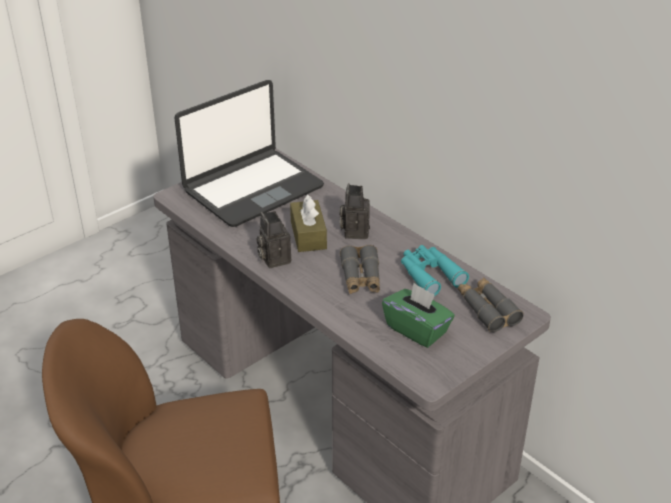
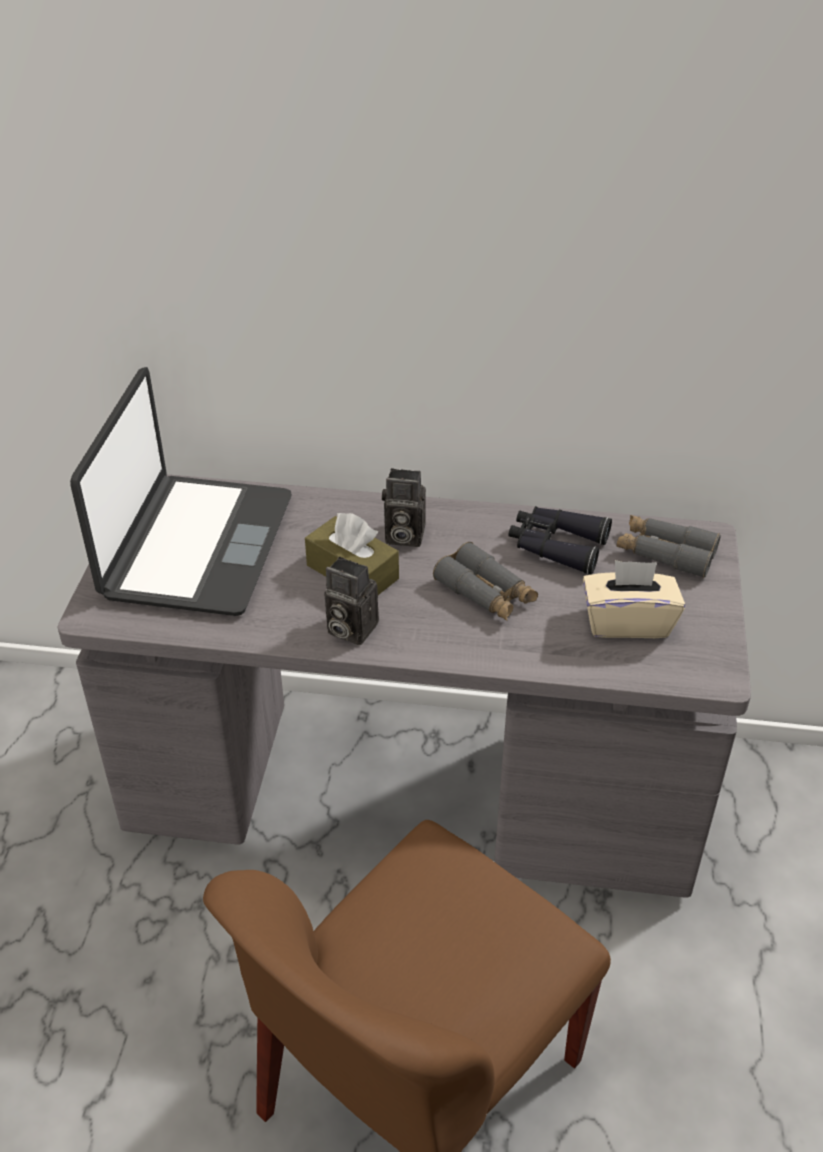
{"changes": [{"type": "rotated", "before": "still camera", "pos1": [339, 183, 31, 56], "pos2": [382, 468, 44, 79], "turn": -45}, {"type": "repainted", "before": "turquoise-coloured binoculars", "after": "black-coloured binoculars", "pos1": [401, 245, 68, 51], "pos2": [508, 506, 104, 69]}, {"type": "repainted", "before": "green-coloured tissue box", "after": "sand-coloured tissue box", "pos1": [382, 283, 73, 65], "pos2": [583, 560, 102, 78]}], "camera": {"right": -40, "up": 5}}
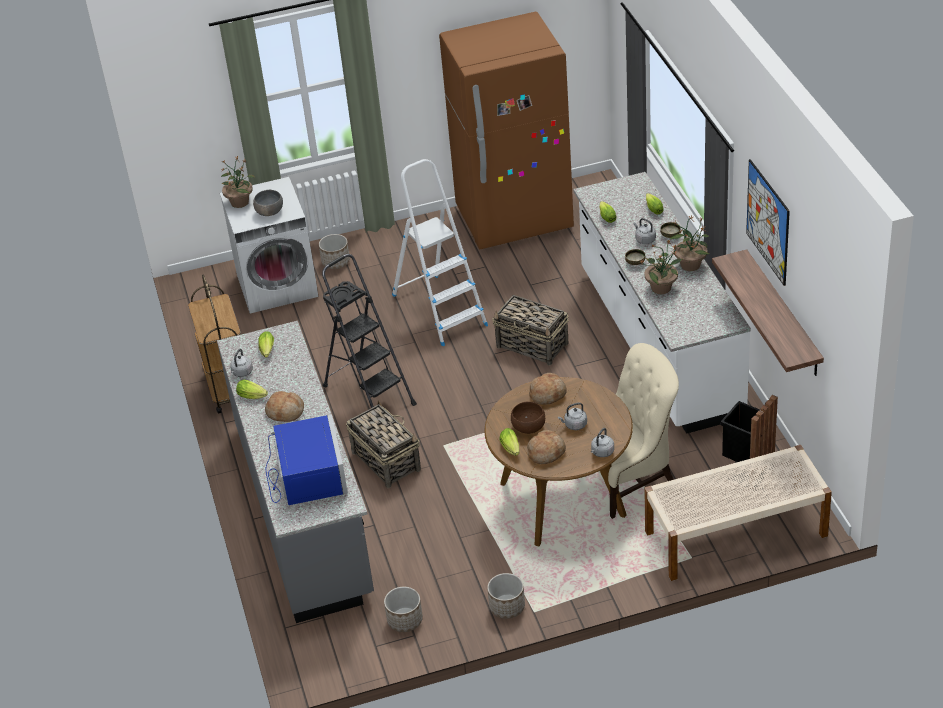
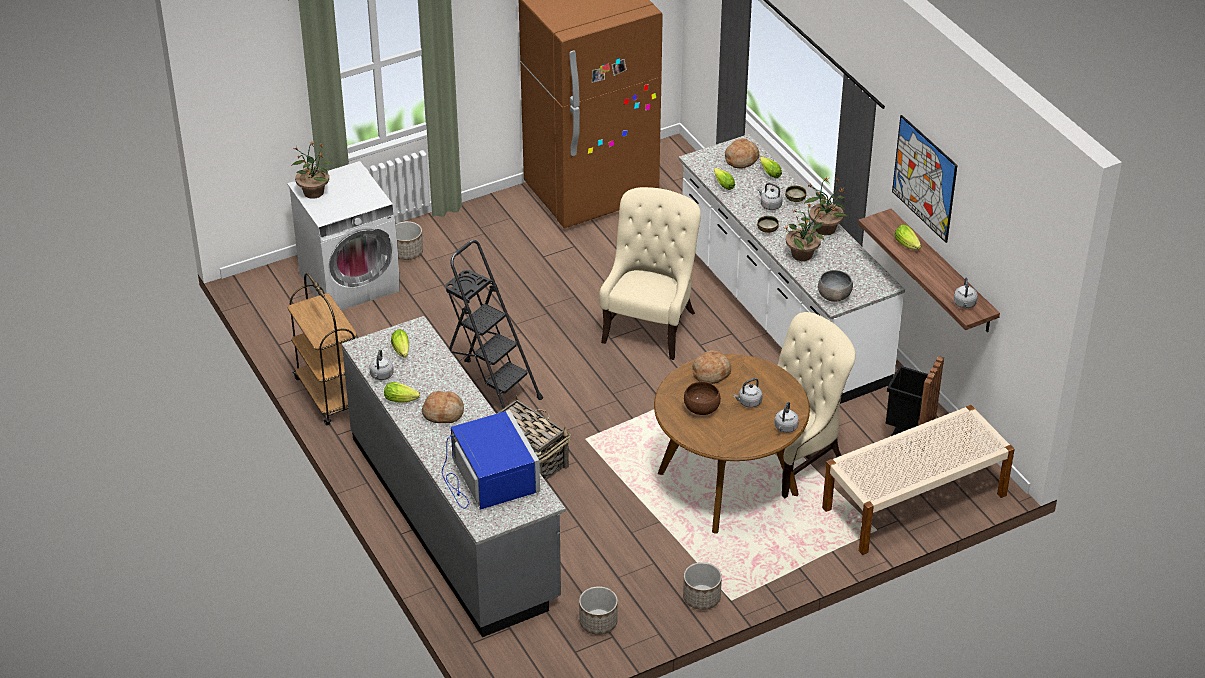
{"changes": [{"type": "gone", "before": "whitish step stool", "pos1": [392, 159, 96, 187]}, {"type": "shifted", "before": "greyish deep dish", "pos1": [253, 190, 30, 26], "pos2": [818, 270, 35, 32]}, {"type": "swapped", "before": "basket", "after": "sand-coloured upright chair", "pos1": [492, 295, 77, 71], "pos2": [599, 187, 102, 173]}, {"type": "shifted", "before": "head of lettuce", "pos1": [500, 428, 19, 28], "pos2": [895, 224, 26, 26]}, {"type": "shifted", "before": "bakery bread", "pos1": [527, 430, 39, 34], "pos2": [725, 139, 34, 29]}, {"type": "new", "after": "greyish kettle", "pos2": [953, 278, 25, 30]}], "camera": {"right": -15, "up": 0}}
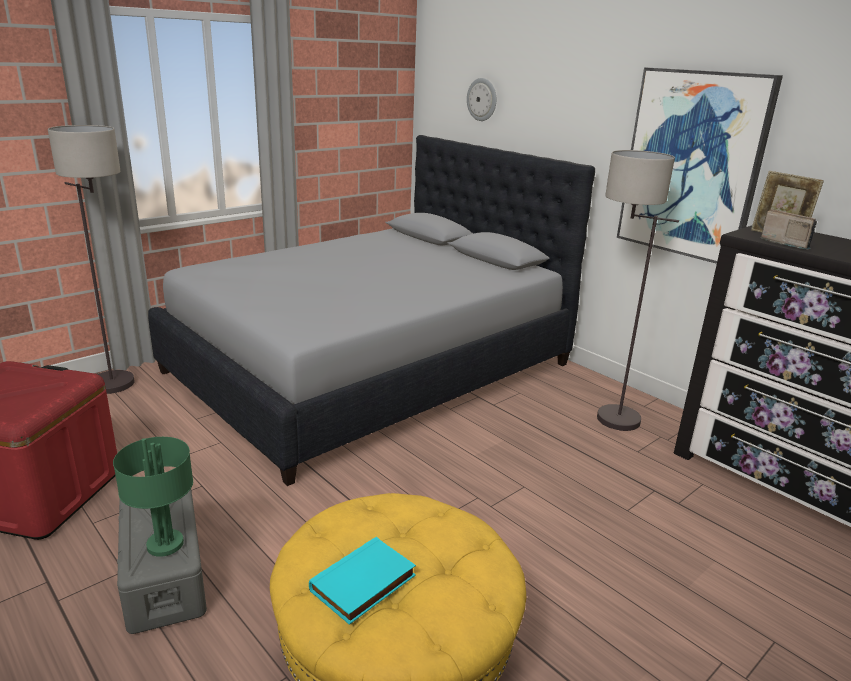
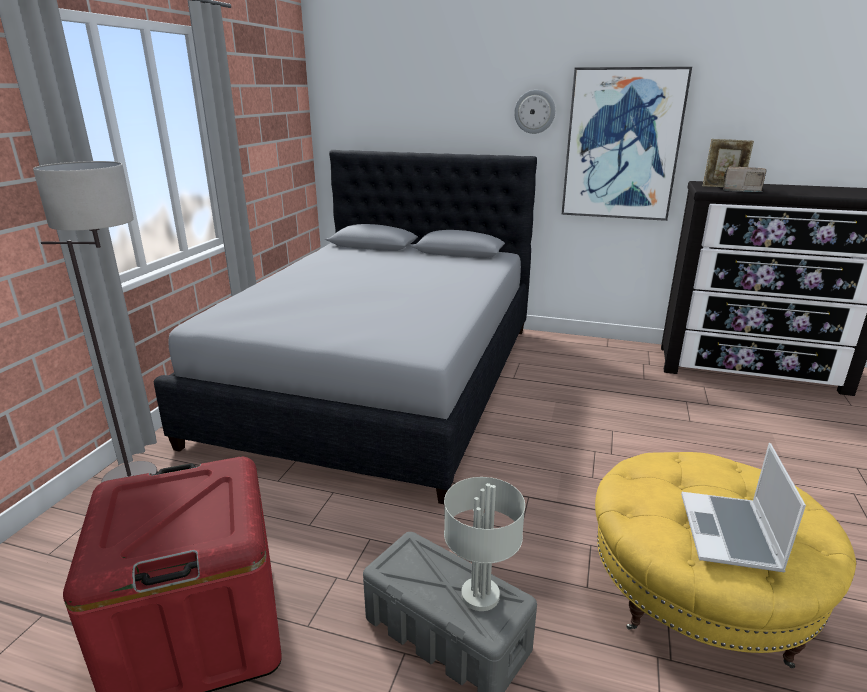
{"changes": [{"type": "shifted", "before": "wall clock", "pos1": [467, 78, 29, 43], "pos2": [514, 90, 41, 44]}, {"type": "gone", "before": "greyish standard lamp", "pos1": [597, 150, 82, 281]}, {"type": "repainted", "before": "green-coloured tabletop lamp", "after": "greyish tabletop lamp", "pos1": [113, 437, 80, 120], "pos2": [444, 477, 81, 134]}, {"type": "swapped", "before": "turquoise-coloured volume", "after": "notebook computer", "pos1": [309, 537, 107, 88], "pos2": [681, 443, 125, 129]}], "camera": {"right": -30, "up": 0}}
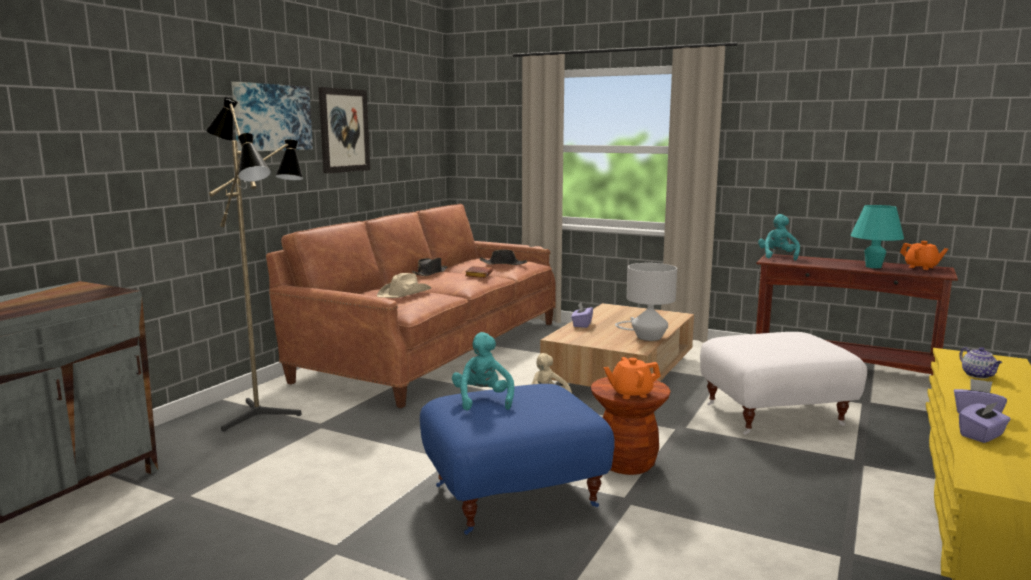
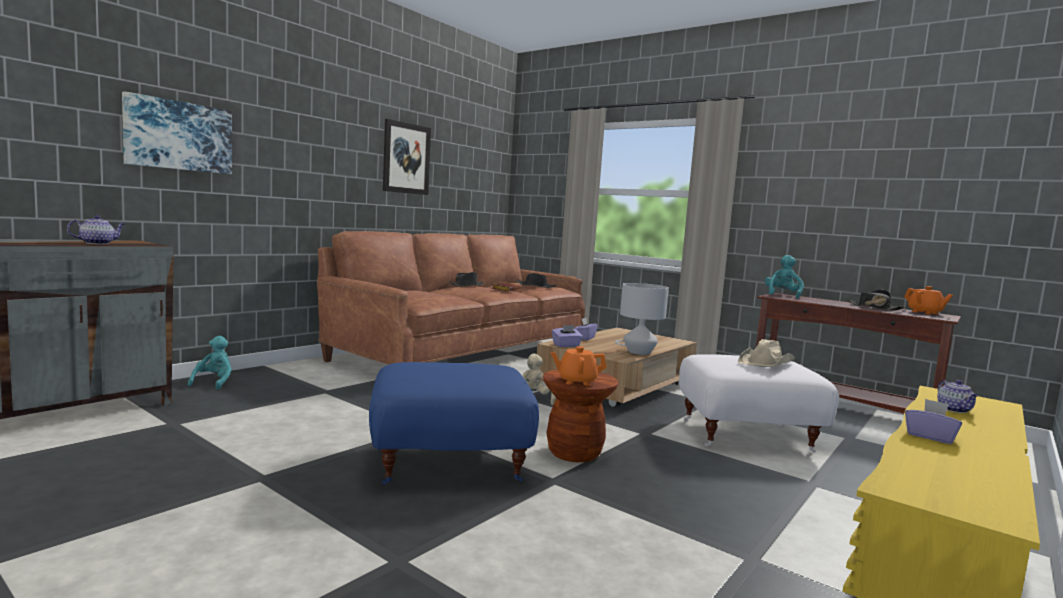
{"changes": [{"type": "shifted", "before": "picture", "pos1": [231, 82, 82, 69], "pos2": [122, 91, 110, 83]}, {"type": "gone", "before": "standard lamp", "pos1": [206, 97, 97, 335]}, {"type": "swapped", "before": "turquoise-coloured tabletop lamp", "after": "black-coloured hat", "pos1": [850, 205, 54, 63], "pos2": [847, 290, 58, 21]}, {"type": "shifted", "before": "sand-coloured hat", "pos1": [377, 273, 54, 25], "pos2": [738, 339, 57, 28]}, {"type": "shifted", "before": "turquoise-coloured cuddly toy", "pos1": [452, 332, 62, 79], "pos2": [188, 336, 44, 53]}, {"type": "shifted", "before": "purple-coloured tissue box", "pos1": [959, 402, 52, 41], "pos2": [552, 325, 31, 22]}, {"type": "new", "after": "tea pot", "pos2": [67, 215, 57, 29]}], "camera": {"right": 10, "up": -5}}
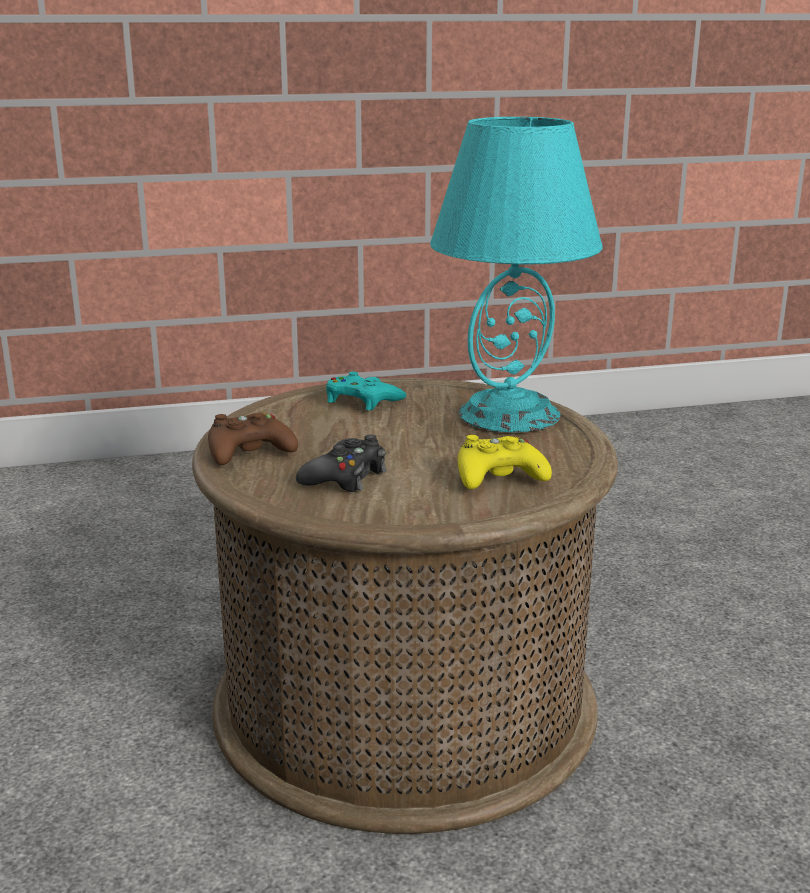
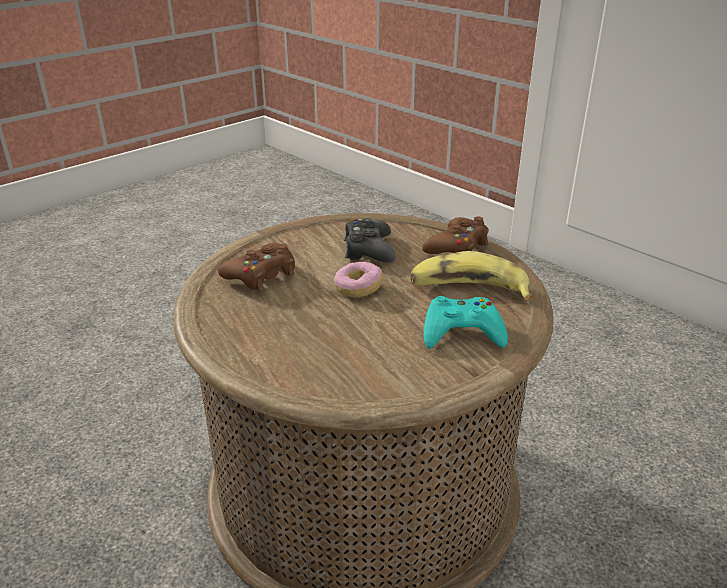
{"changes": [{"type": "gone", "before": "turquoise-coloured tabletop lamp", "pos1": [430, 117, 172, 315]}, {"type": "repainted", "before": "yellow-coloured gamepad", "after": "brown-coloured gamepad", "pos1": [458, 435, 94, 54], "pos2": [218, 243, 77, 47]}, {"type": "new", "after": "whole banana", "pos2": [410, 251, 122, 49]}, {"type": "new", "after": "donut", "pos2": [334, 262, 49, 35]}], "camera": {"right": 150, "up": 10}}
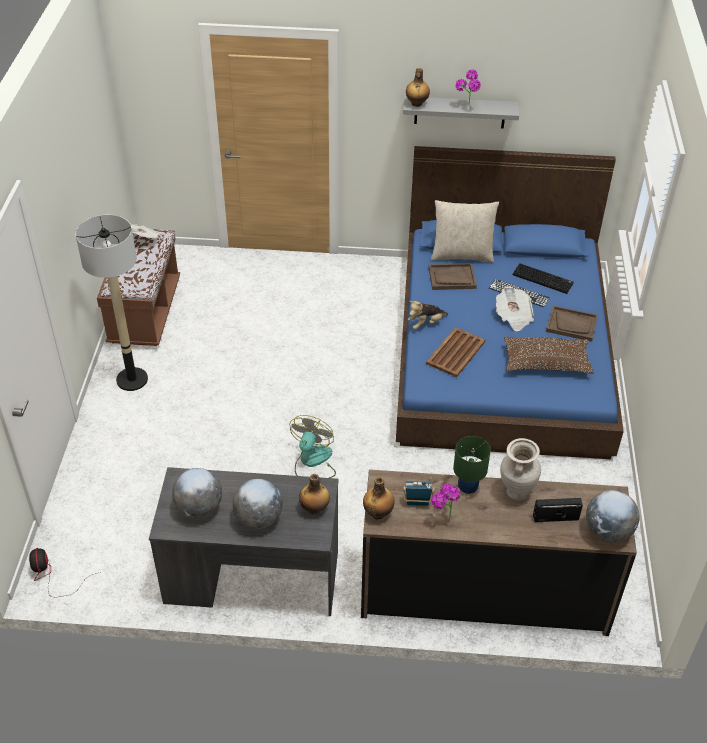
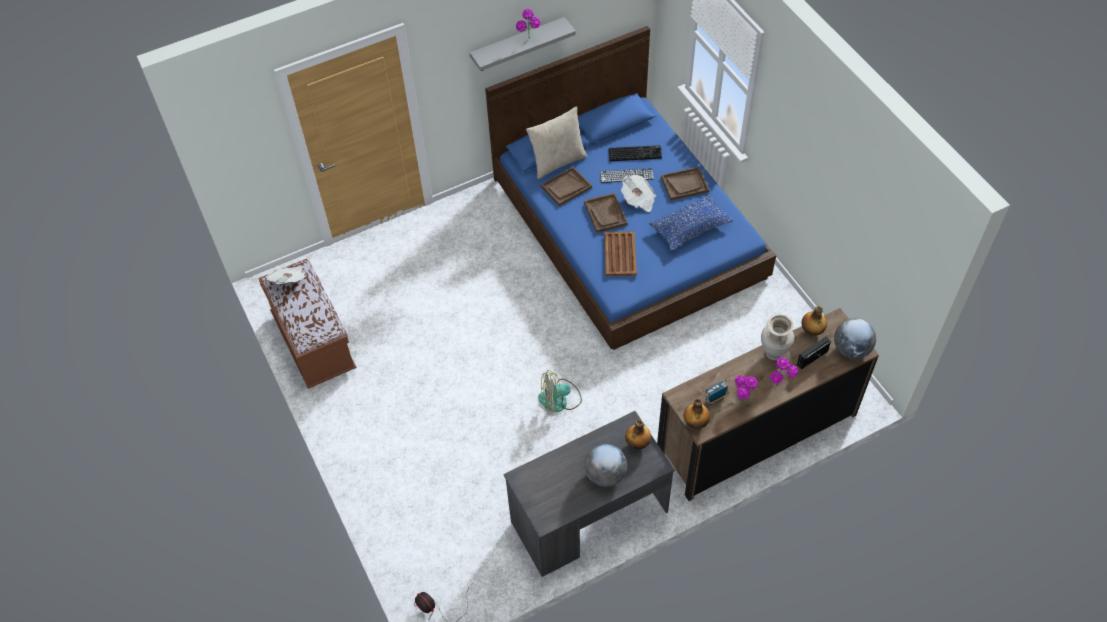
{"changes": [{"type": "shifted", "before": "bottle", "pos1": [406, 68, 24, 39], "pos2": [802, 306, 25, 30]}, {"type": "gone", "before": "standard lamp", "pos1": [76, 215, 72, 176]}, {"type": "gone", "before": "cuddly toy", "pos1": [408, 301, 40, 28]}, {"type": "repainted", "before": "brown-coloured cushion", "after": "blue cushion", "pos1": [504, 336, 90, 38], "pos2": [649, 194, 84, 57]}, {"type": "rotated", "before": "fan", "pos1": [289, 415, 47, 63], "pos2": [538, 370, 44, 42], "turn": -90}, {"type": "gone", "before": "green-coloured tabletop lamp", "pos1": [453, 436, 38, 58]}, {"type": "gone", "before": "globe", "pos1": [172, 468, 50, 50]}, {"type": "new", "after": "brown-coloured carrying tray", "pos2": [584, 193, 44, 40]}, {"type": "new", "after": "potted plant", "pos2": [770, 358, 28, 26]}], "camera": {"right": -30, "up": 10}}
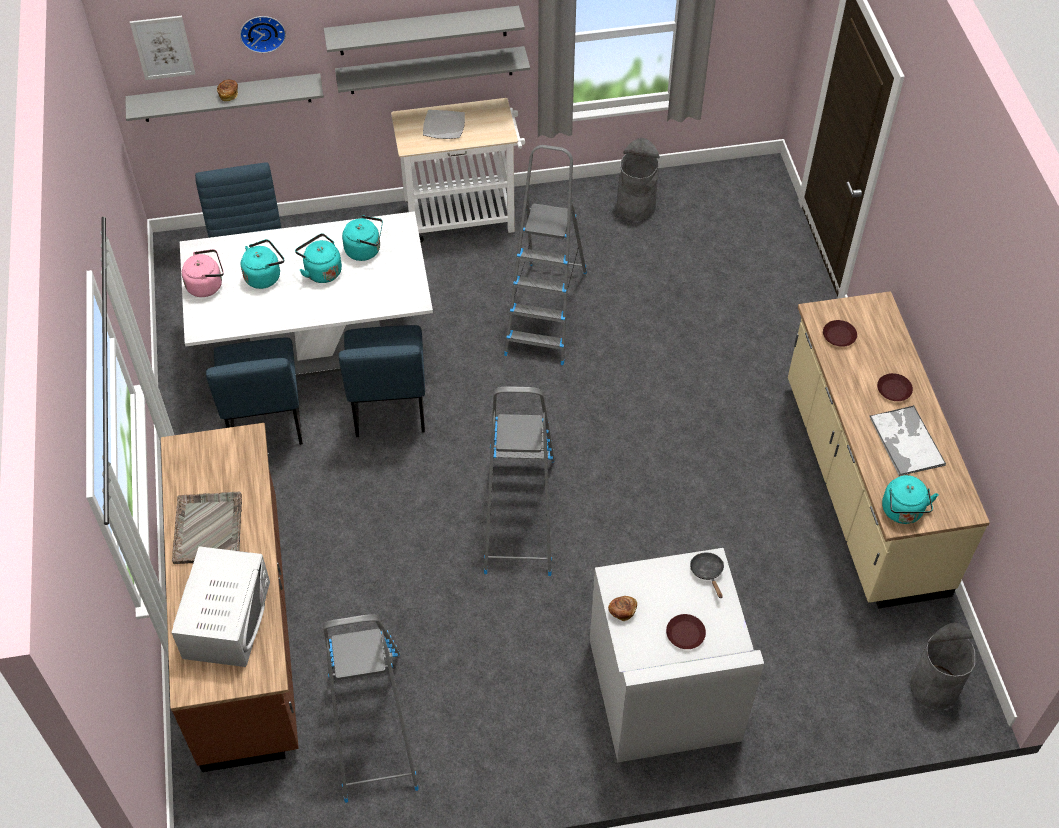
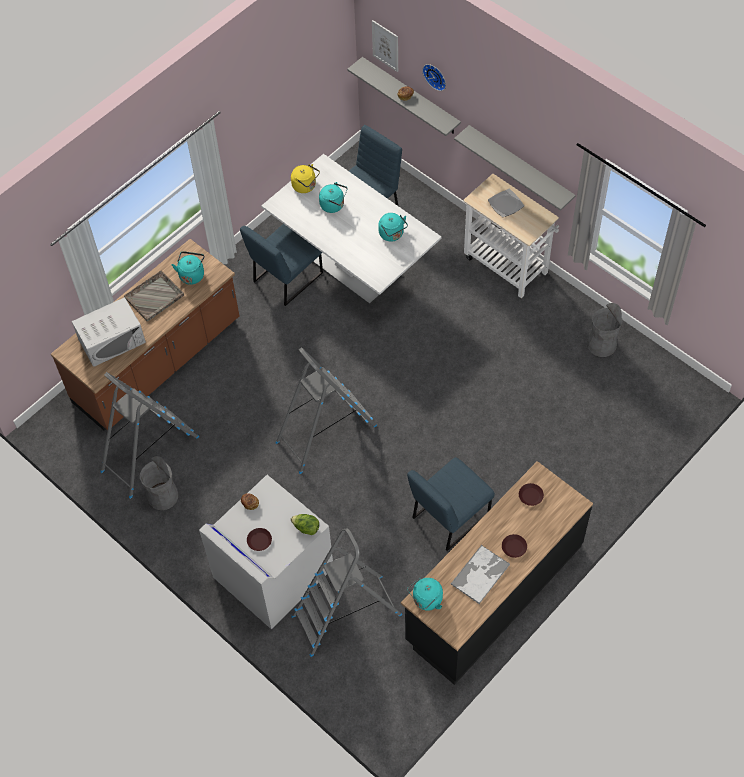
{"changes": [{"type": "gone", "before": "greyish bracket shelf", "pos1": [324, 6, 201, 49]}, {"type": "shifted", "before": "greyish step stool", "pos1": [504, 145, 83, 220], "pos2": [291, 528, 111, 129]}, {"type": "shifted", "before": "turquoise-coloured kettle", "pos1": [295, 233, 47, 50], "pos2": [172, 251, 33, 34]}, {"type": "repainted", "before": "pink kettle", "after": "yellow-coloured kettle", "pos1": [182, 249, 42, 48], "pos2": [291, 164, 29, 29]}, {"type": "repainted", "before": "sand-coloured kitchen base unit", "after": "black-coloured kitchen base unit", "pos1": [788, 291, 202, 318], "pos2": [401, 461, 192, 224]}, {"type": "shifted", "before": "blue upright chair", "pos1": [339, 325, 86, 112], "pos2": [407, 457, 88, 94]}, {"type": "swapped", "before": "black-coloured frying pan", "after": "head of lettuce", "pos1": [690, 552, 34, 46], "pos2": [291, 514, 28, 21]}, {"type": "shifted", "before": "greyish rubbish bin", "pos1": [910, 623, 65, 87], "pos2": [140, 456, 38, 54]}], "camera": {"right": 55, "up": 5}}
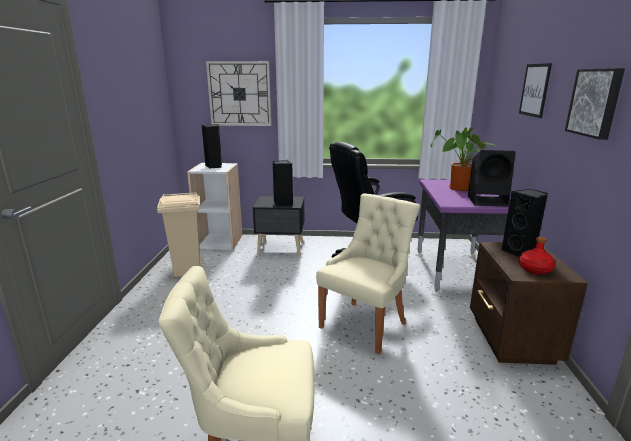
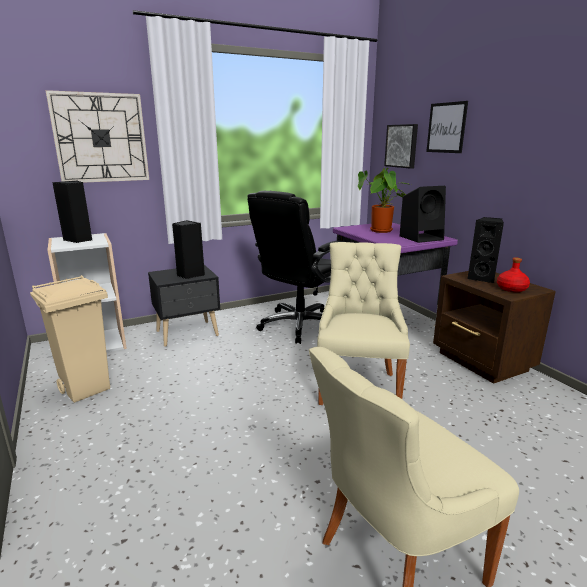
{"changes": [{"type": "shifted", "before": "picture", "pos1": [565, 68, 60, 72], "pos2": [384, 124, 34, 45]}], "camera": {"right": -30, "up": 0}}
